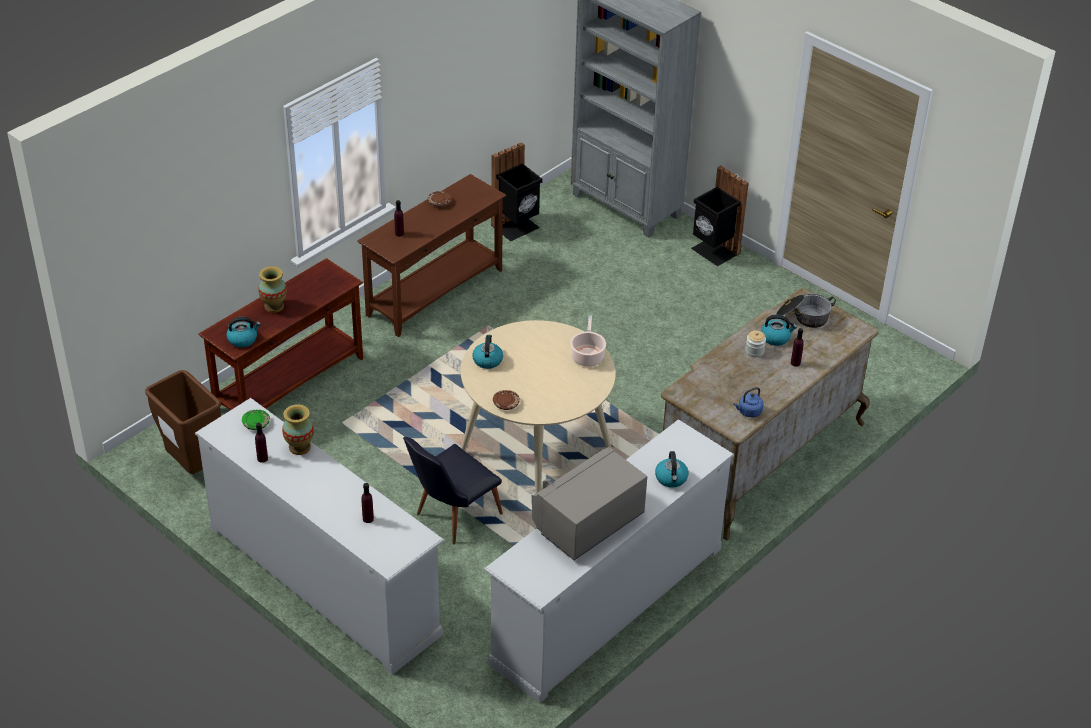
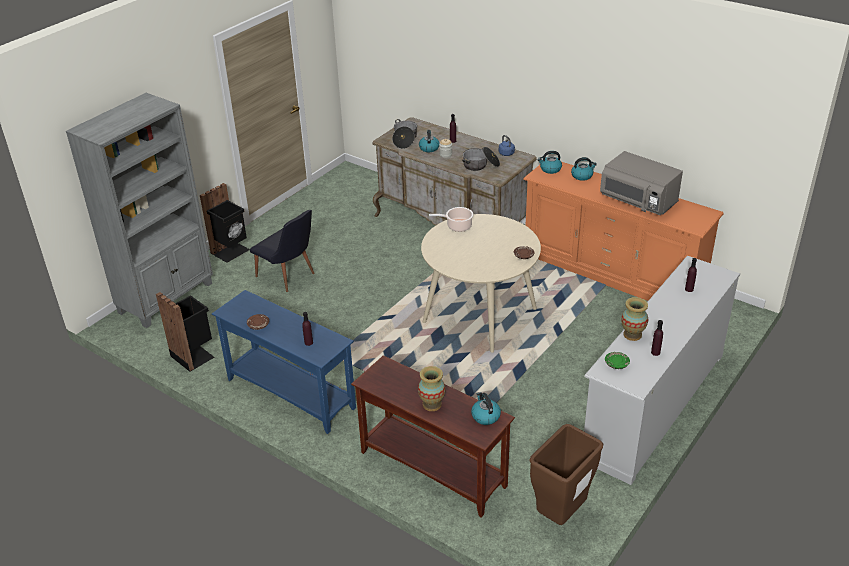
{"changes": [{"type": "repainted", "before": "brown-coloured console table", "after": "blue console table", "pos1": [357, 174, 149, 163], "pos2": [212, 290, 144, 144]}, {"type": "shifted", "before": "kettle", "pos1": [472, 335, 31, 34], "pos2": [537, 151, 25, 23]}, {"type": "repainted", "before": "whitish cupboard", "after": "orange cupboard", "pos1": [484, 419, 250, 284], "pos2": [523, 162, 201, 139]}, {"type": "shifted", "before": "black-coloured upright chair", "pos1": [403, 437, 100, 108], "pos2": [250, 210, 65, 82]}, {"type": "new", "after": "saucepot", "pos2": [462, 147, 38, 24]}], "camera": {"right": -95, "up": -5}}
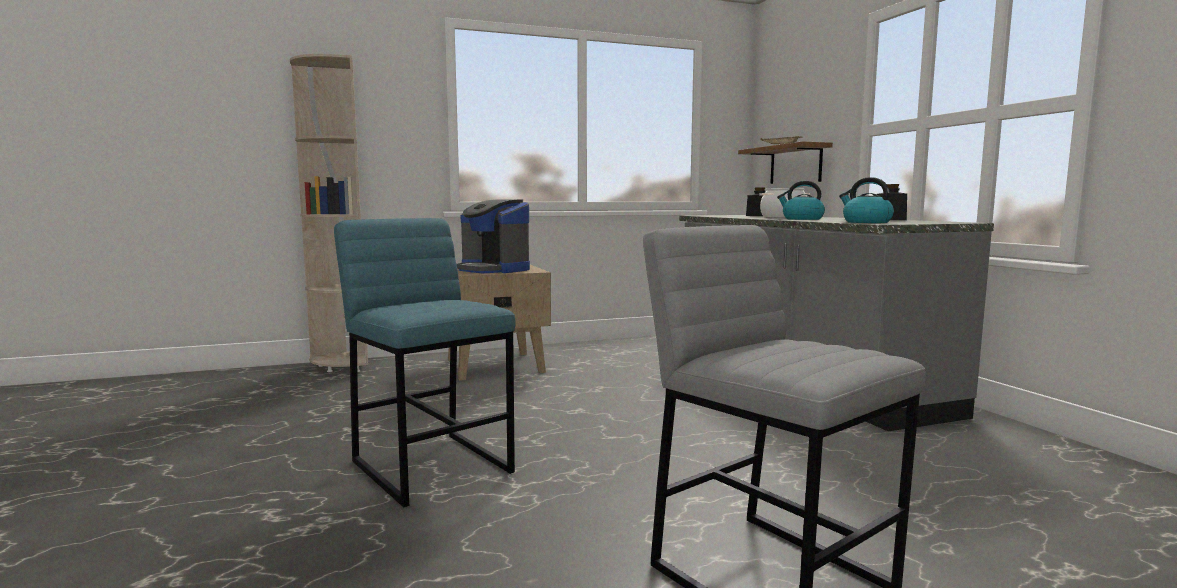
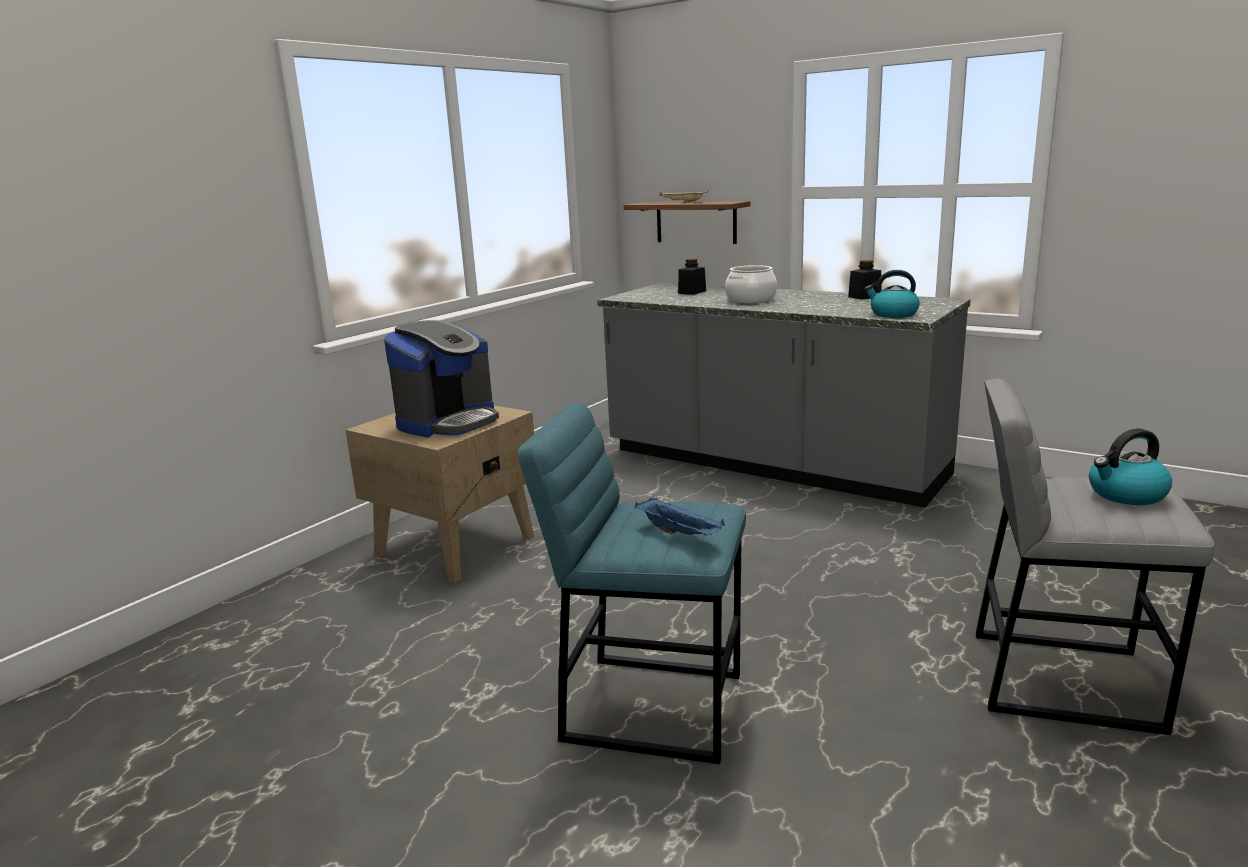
{"changes": [{"type": "gone", "before": "sand-coloured bookcase", "pos1": [290, 54, 78, 318]}, {"type": "shifted", "before": "kettle", "pos1": [777, 181, 48, 39], "pos2": [1089, 428, 83, 77]}, {"type": "rotated", "before": "coffee machine", "pos1": [457, 199, 73, 74], "pos2": [384, 320, 115, 118], "turn": -60}, {"type": "new", "after": "blue carrying tray", "pos2": [635, 498, 90, 37]}], "camera": {"right": -35, "up": 10}}
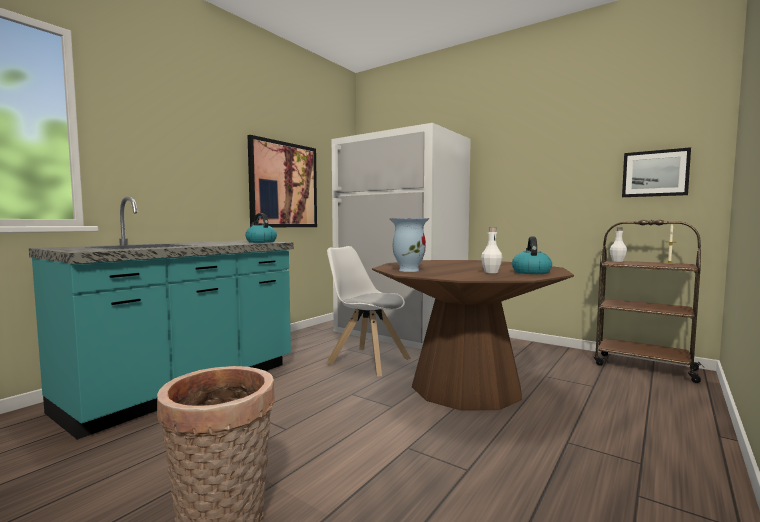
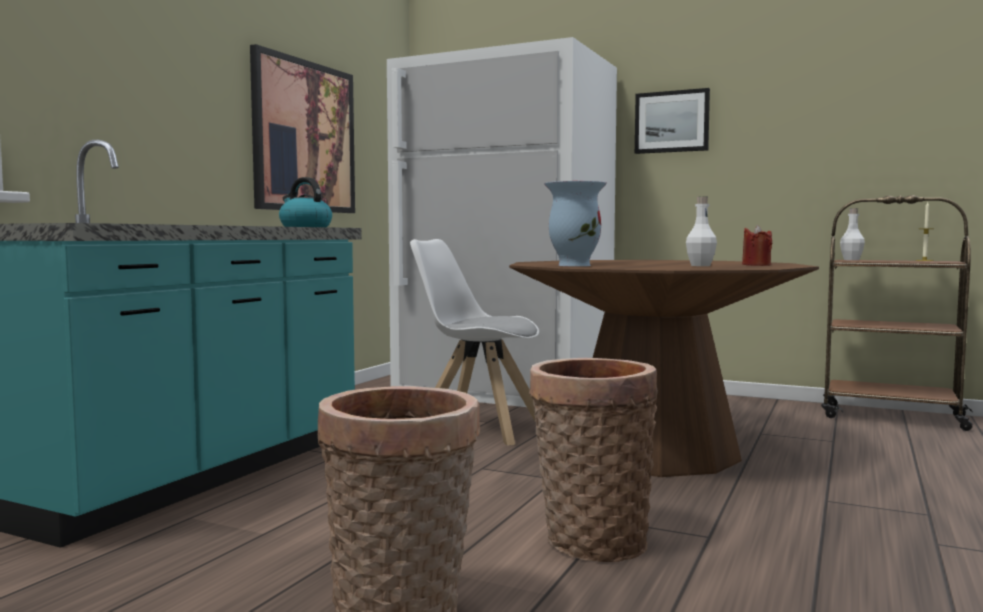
{"changes": [{"type": "shifted", "before": "picture", "pos1": [622, 147, 69, 50], "pos2": [635, 88, 75, 66]}, {"type": "swapped", "before": "kettle", "after": "red wax candle", "pos1": [512, 236, 40, 38], "pos2": [742, 225, 30, 41]}, {"type": "new", "after": "basket", "pos2": [529, 358, 129, 204]}], "camera": {"right": -10, "up": 0}}
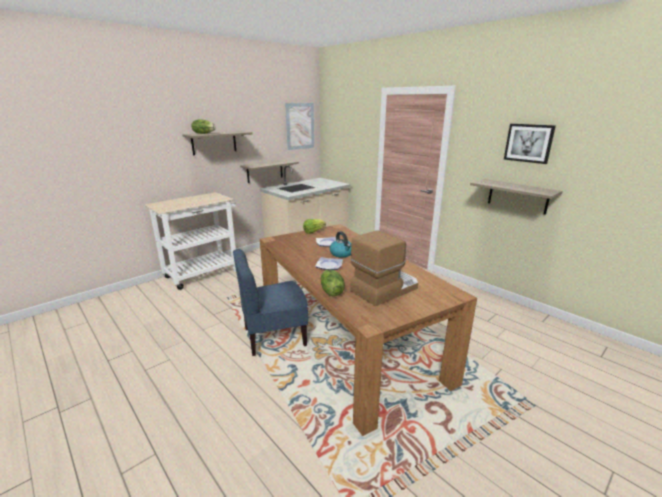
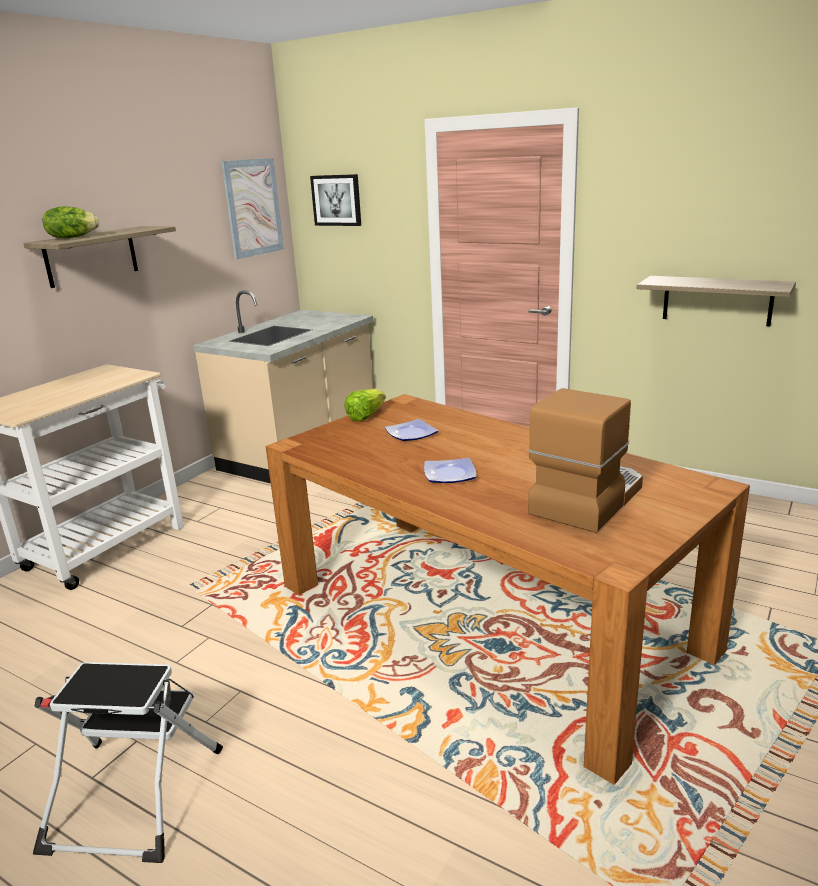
{"changes": [{"type": "shifted", "before": "picture", "pos1": [504, 124, 52, 40], "pos2": [310, 174, 51, 52]}, {"type": "gone", "before": "bracket shelf", "pos1": [240, 160, 59, 23]}, {"type": "gone", "before": "kettle", "pos1": [330, 231, 21, 27]}, {"type": "gone", "before": "blue upright chair", "pos1": [233, 249, 75, 107]}, {"type": "gone", "before": "head of lettuce", "pos1": [321, 269, 24, 27]}, {"type": "new", "after": "step stool", "pos2": [33, 662, 190, 201]}], "camera": {"right": -15, "up": 0}}
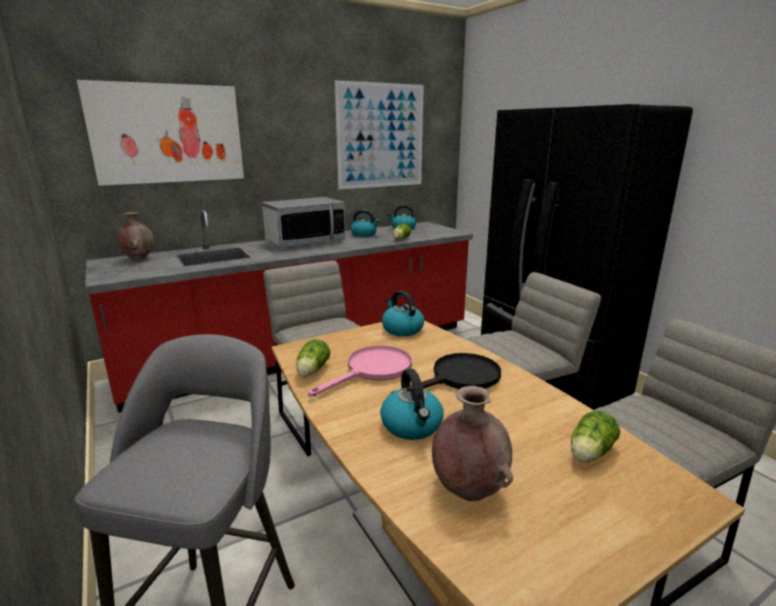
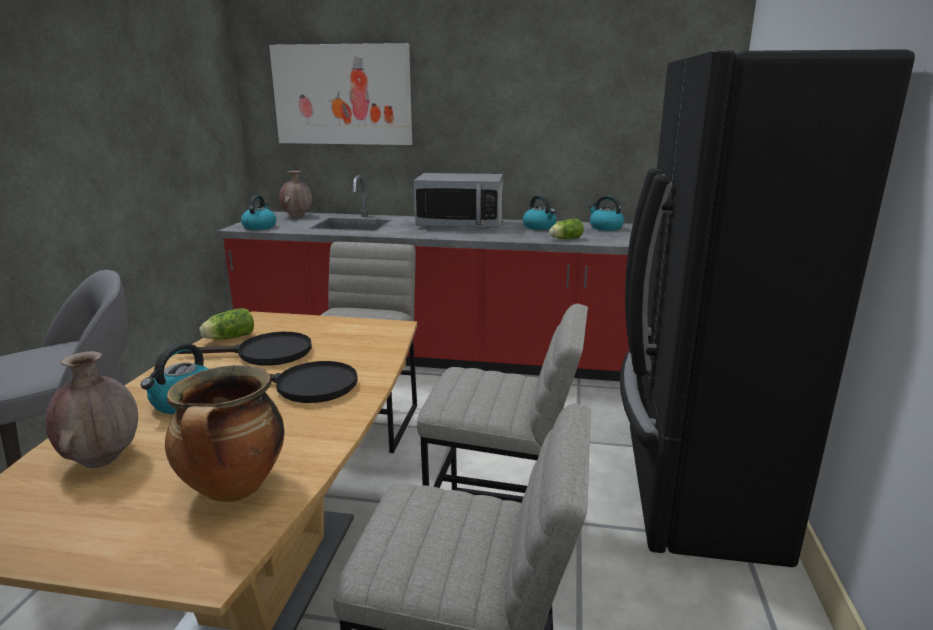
{"changes": [{"type": "gone", "before": "picture", "pos1": [334, 80, 90, 109]}, {"type": "shifted", "before": "kettle", "pos1": [382, 290, 42, 46], "pos2": [241, 195, 35, 35]}, {"type": "repainted", "before": "pink frying pan", "after": "black-coloured frying pan", "pos1": [308, 346, 104, 51], "pos2": [177, 332, 135, 34]}, {"type": "swapped", "before": "head of lettuce", "after": "saucepot", "pos1": [571, 411, 49, 51], "pos2": [165, 365, 120, 137]}], "camera": {"right": 40, "up": 0}}
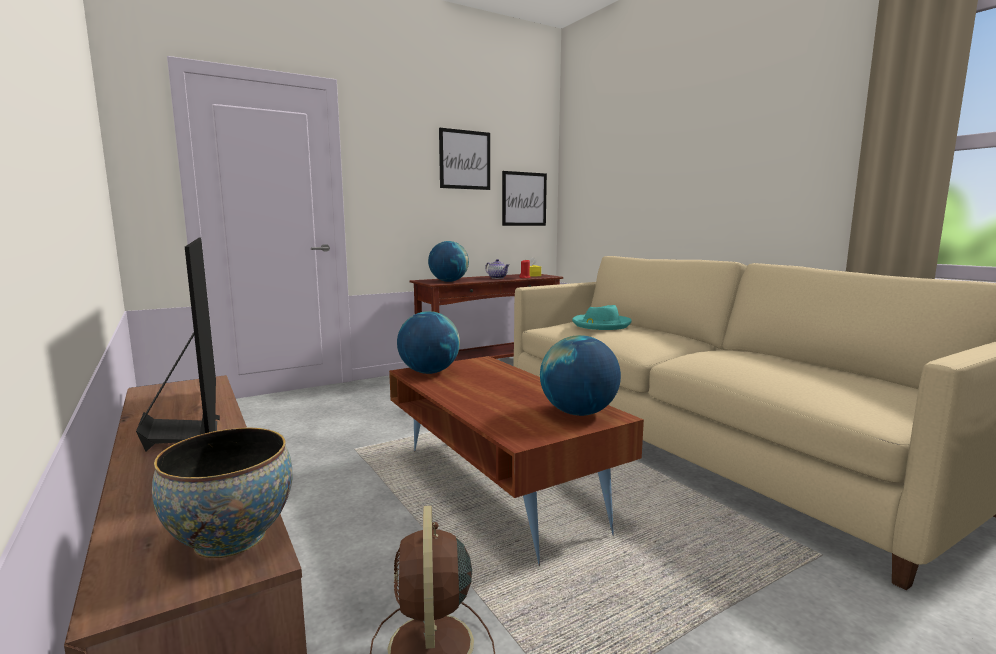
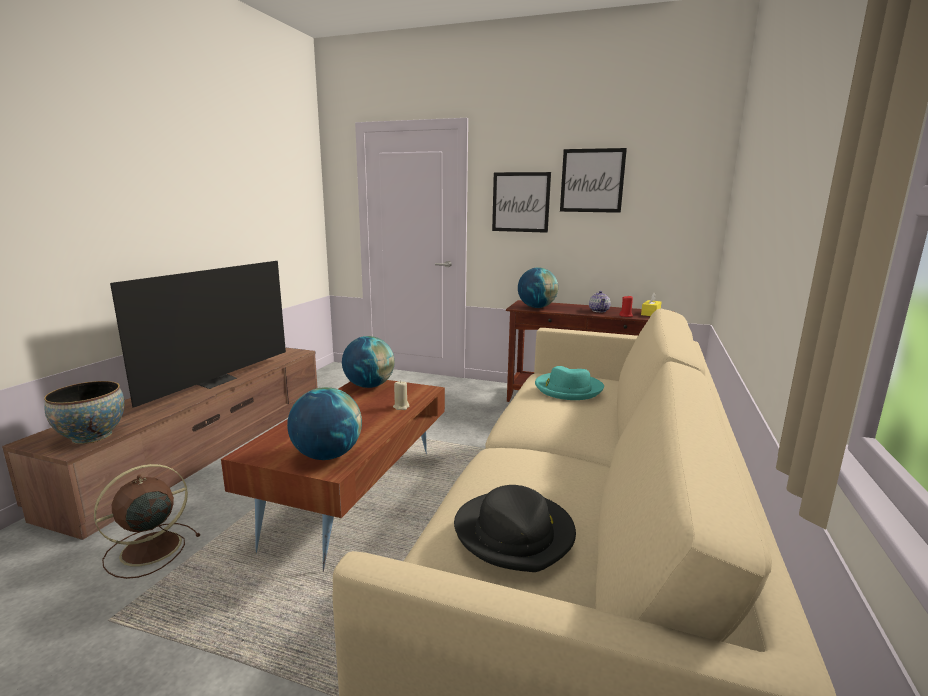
{"changes": [{"type": "shifted", "before": "picture", "pos1": [502, 171, 45, 55], "pos2": [492, 172, 59, 61]}, {"type": "new", "after": "sand-coloured wax candle", "pos2": [393, 380, 16, 30]}, {"type": "new", "after": "black-coloured hat", "pos2": [454, 485, 122, 87]}], "camera": {"right": 50, "up": 5}}
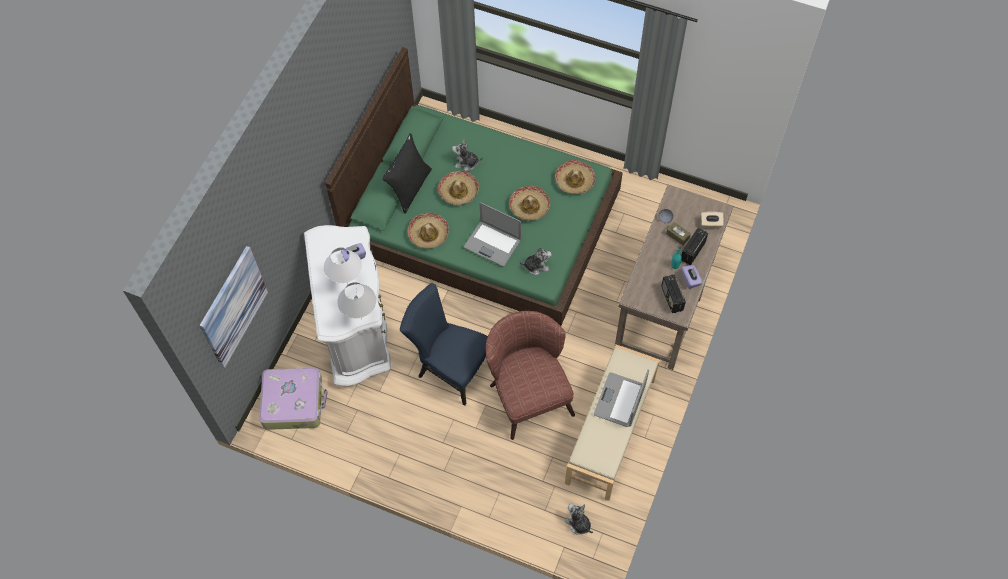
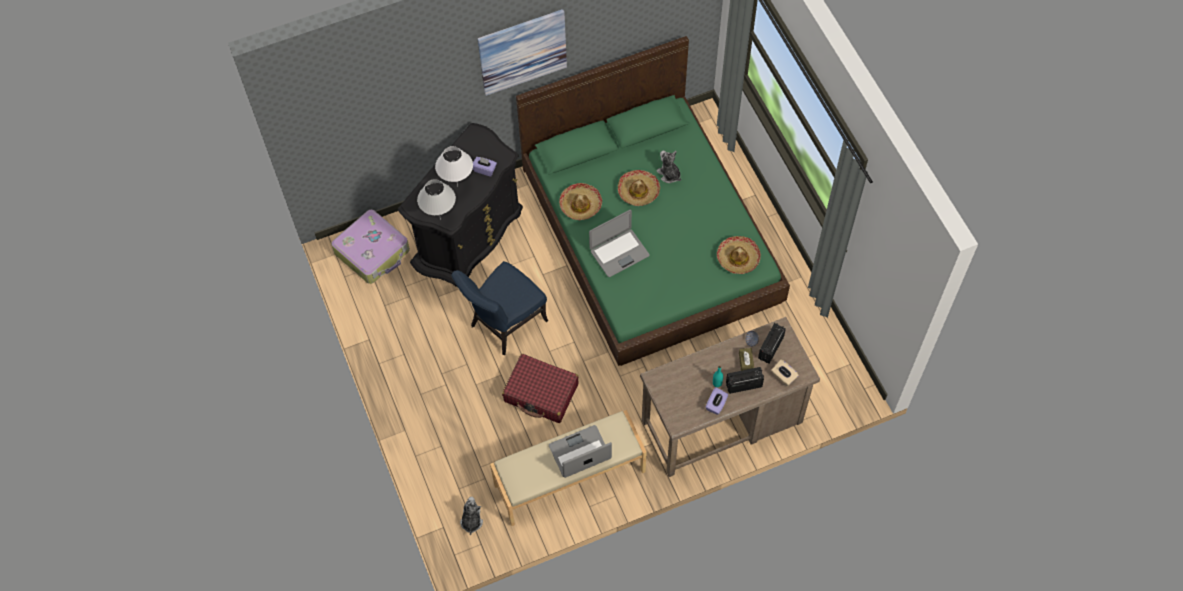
{"changes": [{"type": "gone", "before": "black-coloured cushion", "pos1": [382, 133, 50, 81]}, {"type": "gone", "before": "hat", "pos1": [509, 186, 41, 34]}, {"type": "rotated", "before": "notebook computer", "pos1": [464, 203, 57, 63], "pos2": [589, 210, 61, 67], "turn": -105}, {"type": "repainted", "before": "whitish chest of drawers", "after": "black-coloured chest of drawers", "pos1": [304, 225, 87, 161], "pos2": [398, 123, 125, 164]}, {"type": "shifted", "before": "picture", "pos1": [199, 246, 69, 122], "pos2": [477, 9, 90, 87]}, {"type": "gone", "before": "cuddly toy", "pos1": [519, 247, 33, 28]}, {"type": "shifted", "before": "radio", "pos1": [661, 274, 25, 39], "pos2": [758, 323, 28, 41]}, {"type": "rotated", "before": "blue upright chair", "pos1": [400, 283, 88, 123], "pos2": [451, 261, 97, 94], "turn": -120}, {"type": "swapped", "before": "brown-coloured armchair", "after": "red travel case", "pos1": [486, 311, 89, 129], "pos2": [502, 354, 77, 69]}], "camera": {"right": 45, "up": 0}}
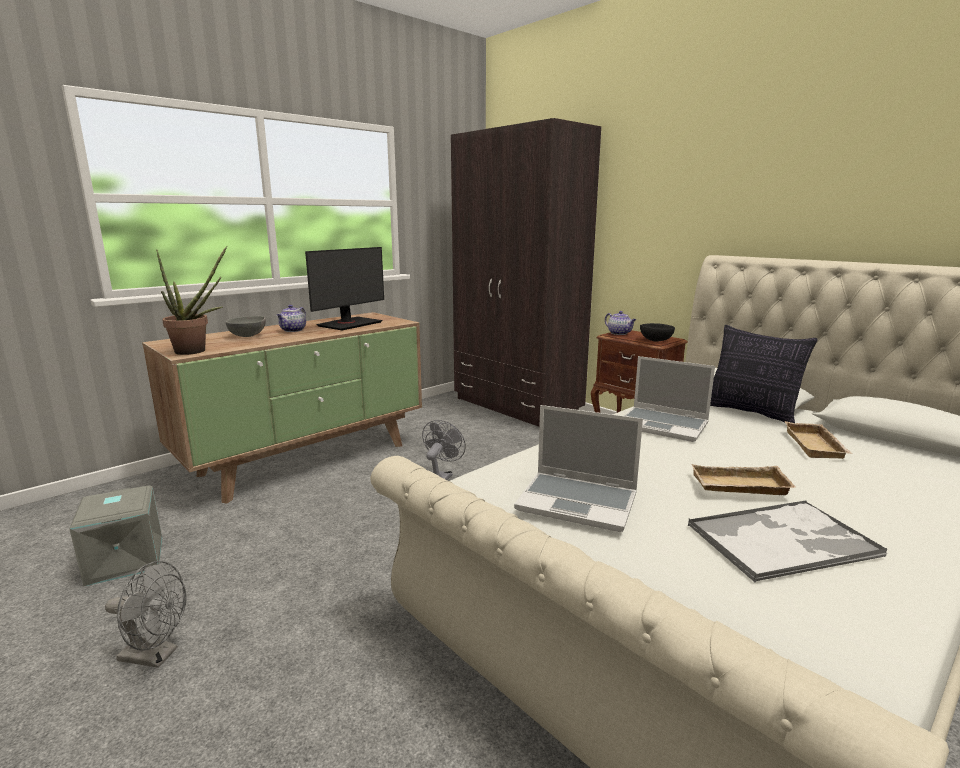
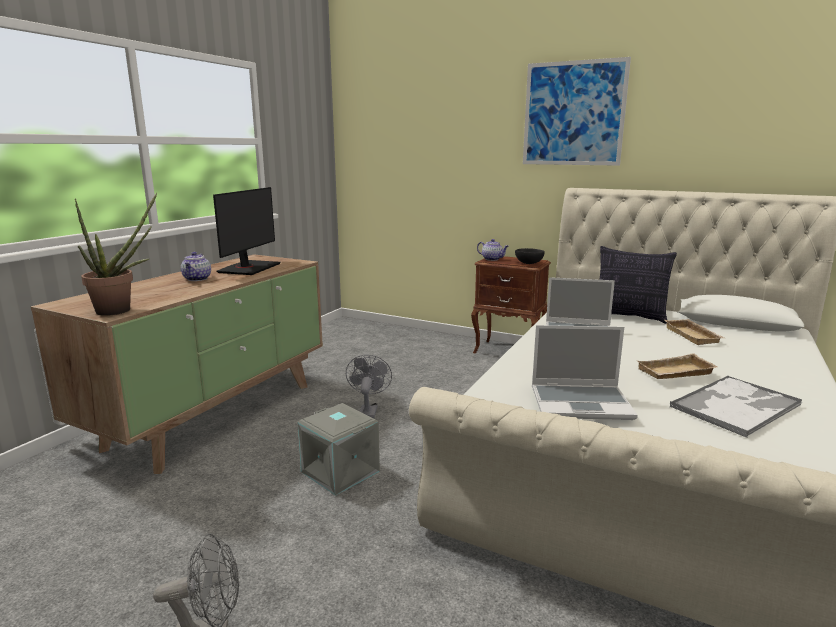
{"changes": [{"type": "gone", "before": "brown-coloured wardrobe", "pos1": [451, 118, 150, 309]}, {"type": "gone", "before": "greyish deep dish", "pos1": [226, 316, 40, 21]}, {"type": "shifted", "before": "greyish storage container", "pos1": [69, 485, 93, 102], "pos2": [297, 403, 83, 93]}, {"type": "new", "after": "picture", "pos2": [523, 57, 108, 109]}], "camera": {"right": -20, "up": 0}}
